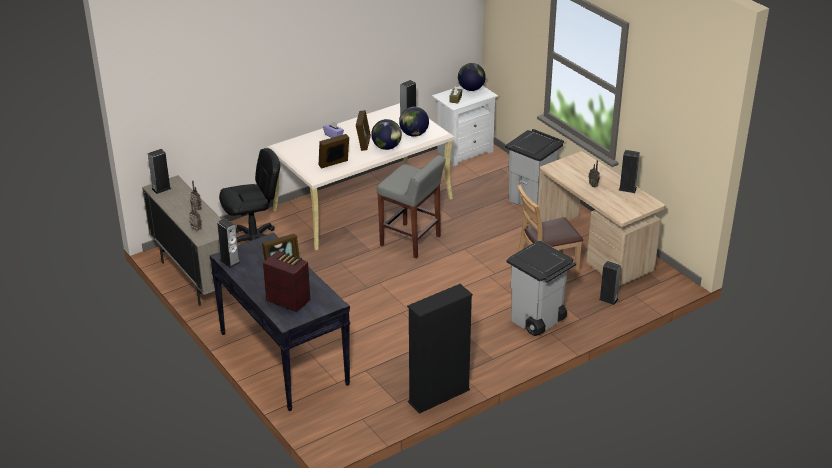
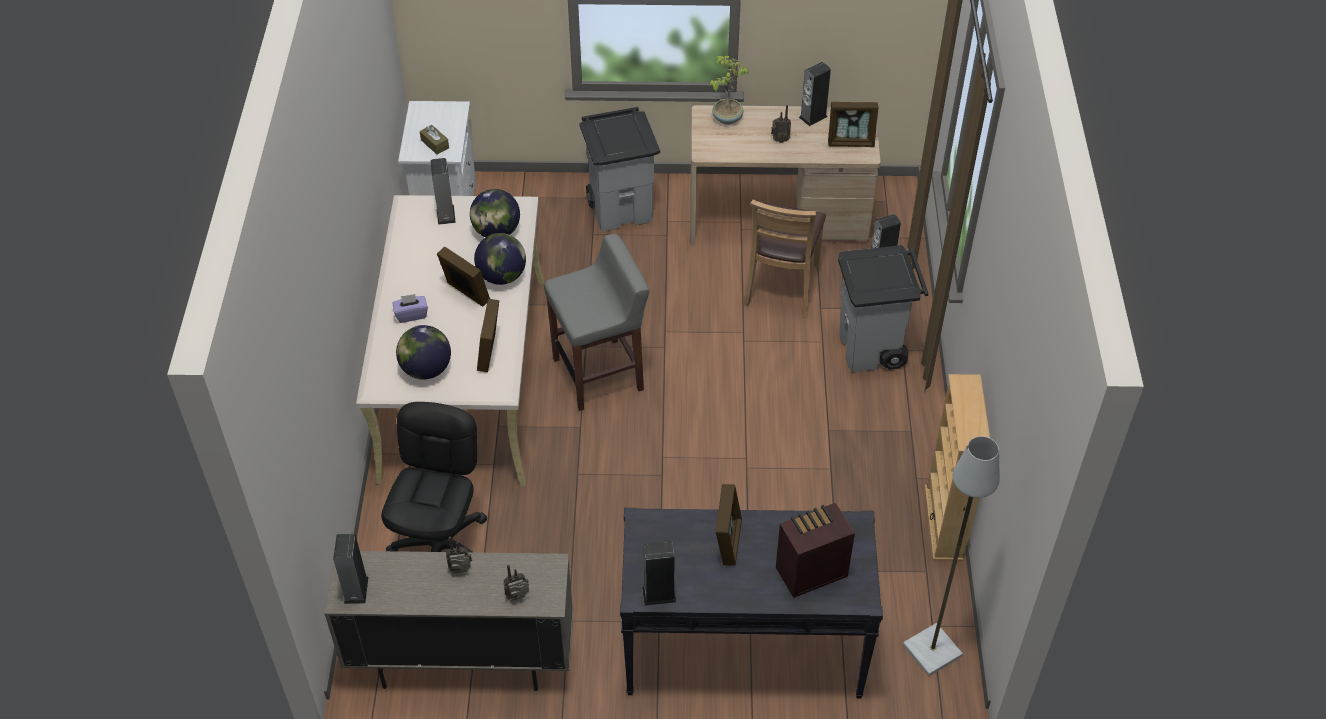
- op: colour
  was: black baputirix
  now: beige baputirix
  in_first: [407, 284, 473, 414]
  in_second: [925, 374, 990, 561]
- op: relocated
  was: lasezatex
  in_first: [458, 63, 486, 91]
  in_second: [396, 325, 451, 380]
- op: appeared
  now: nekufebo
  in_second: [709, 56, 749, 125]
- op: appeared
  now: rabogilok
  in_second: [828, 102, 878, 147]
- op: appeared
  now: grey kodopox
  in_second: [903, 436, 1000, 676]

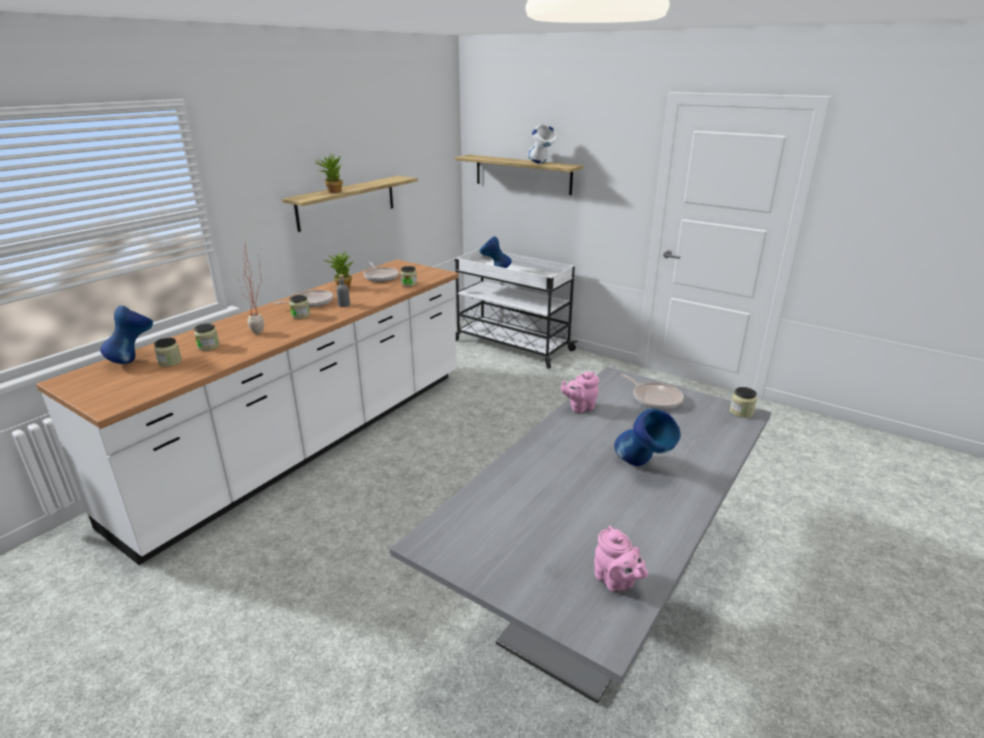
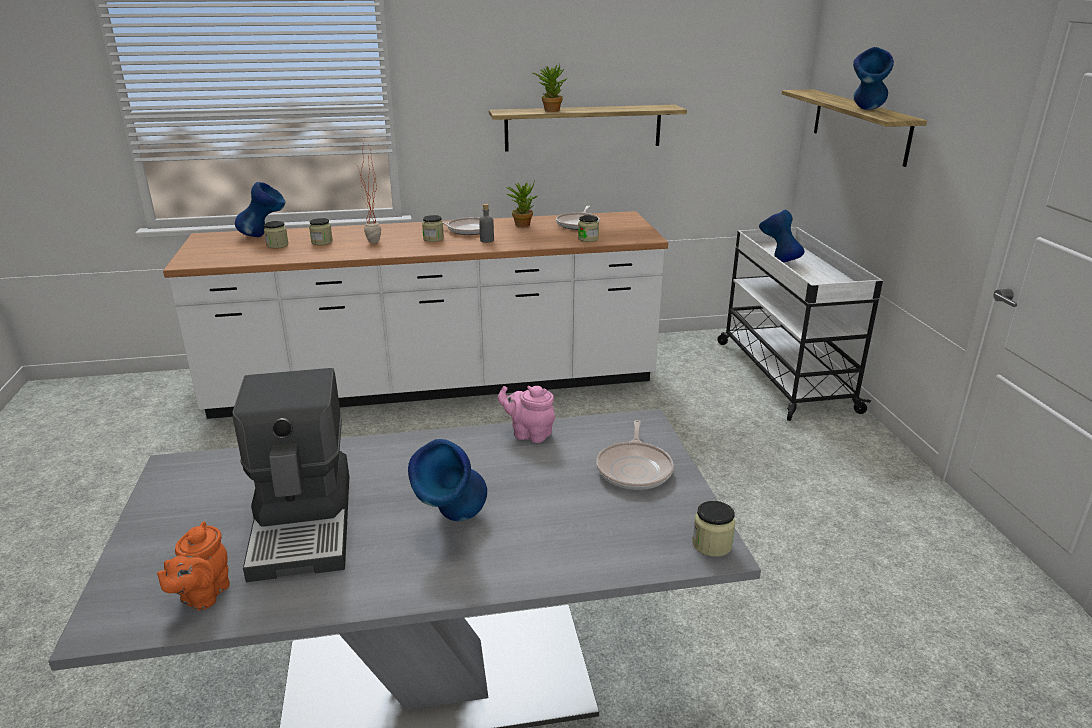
- op: colour
  was: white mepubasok
  now: blue mepubasok
  in_first: [528, 124, 557, 163]
  in_second: [853, 47, 894, 110]
- op: colour
  was: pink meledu
  now: orange meledu
  in_first: [594, 526, 648, 593]
  in_second: [157, 521, 230, 611]
- op: appeared
  now: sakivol
  in_second: [232, 368, 349, 582]

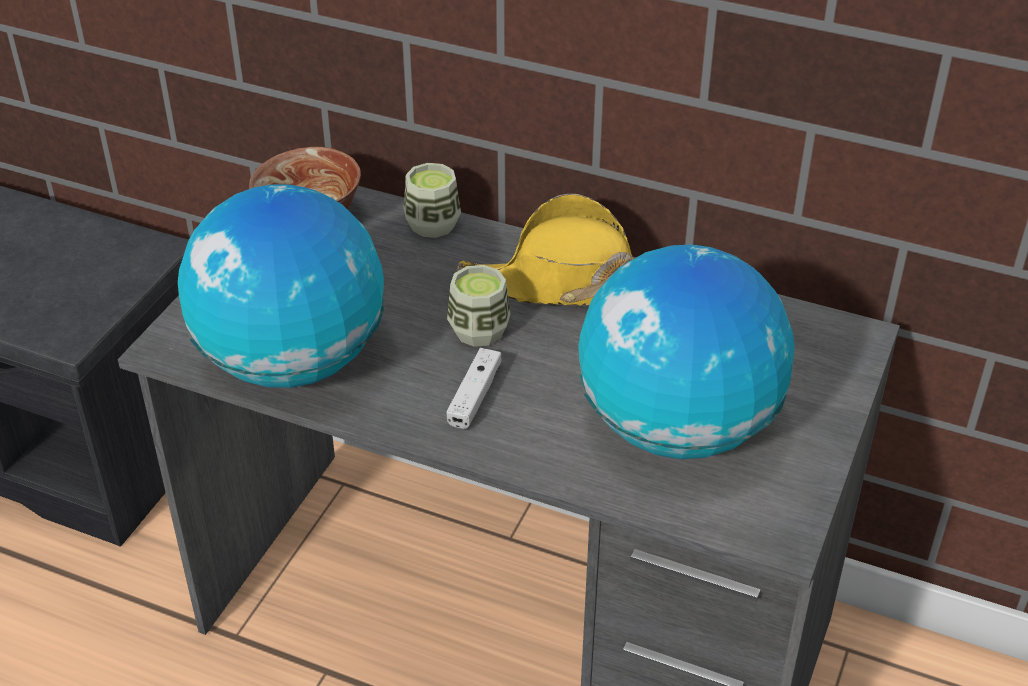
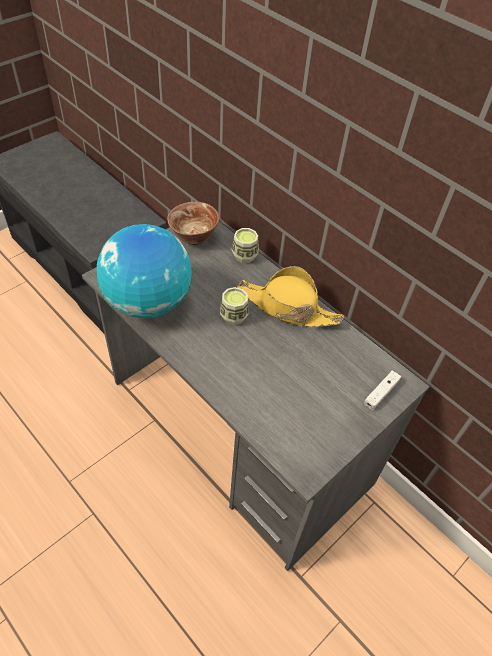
- op: relocated
  was: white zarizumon
  in_first: [446, 348, 502, 429]
  in_second: [364, 370, 401, 410]
- op: missing
  was: lasezatex
  in_first: [578, 244, 795, 459]

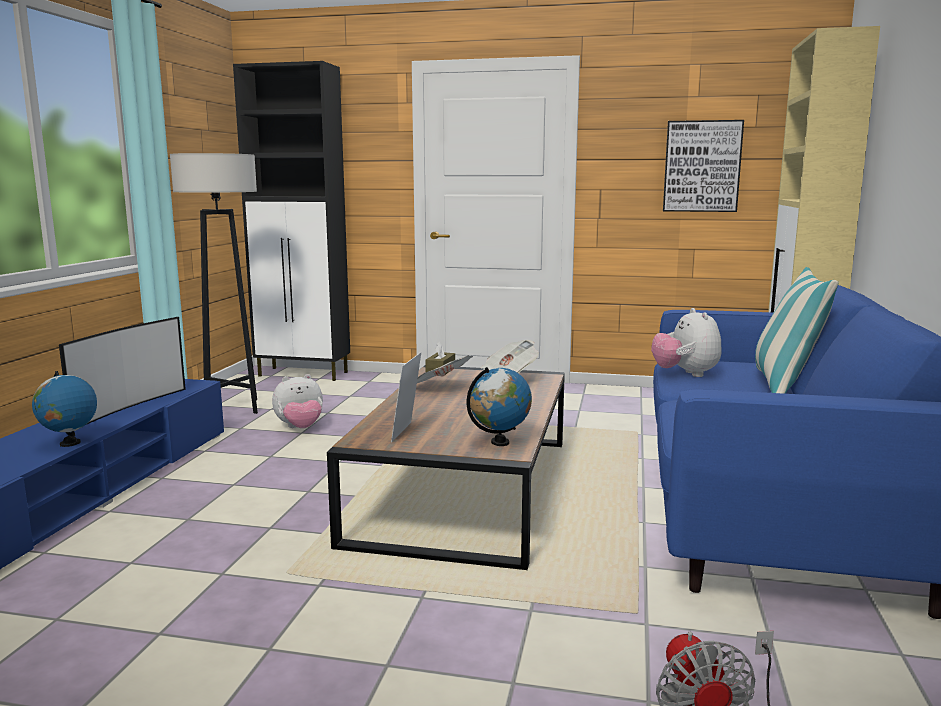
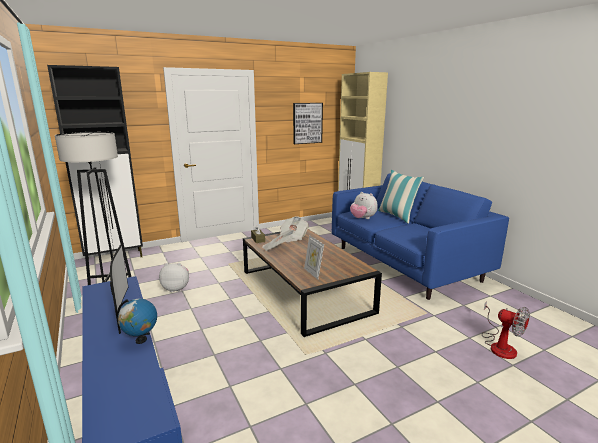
- op: spun
  was: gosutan
  in_first: [272, 374, 323, 428]
  in_second: [159, 263, 189, 292]
  clockwise: -120
- op: missing
  was: lasezatex
  in_first: [467, 367, 532, 446]

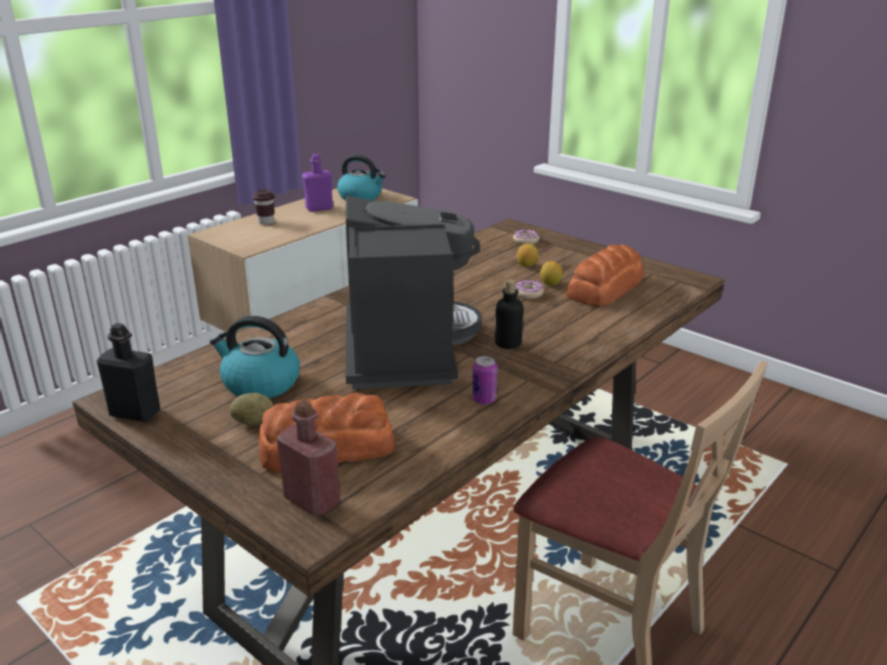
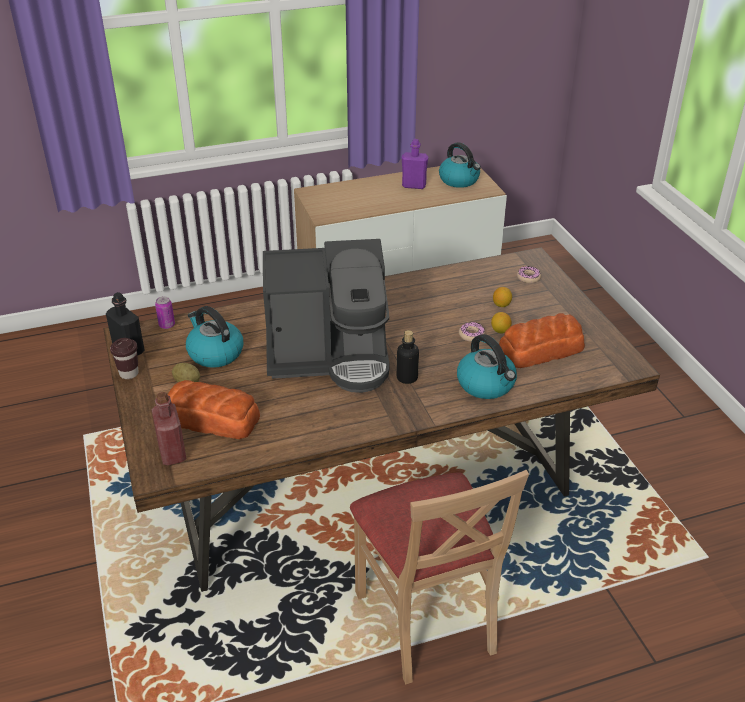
- op: relocated
  was: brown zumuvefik
  in_first: [253, 190, 275, 225]
  in_second: [110, 338, 139, 379]
- op: spun
  was: sakivol
  in_first: [346, 196, 482, 389]
  in_second: [263, 239, 390, 393]
  clockwise: 60
- op: relocated
  was: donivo
  in_first: [472, 356, 497, 405]
  in_second: [155, 296, 175, 329]
- op: appeared
  now: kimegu
  in_second: [457, 334, 517, 399]

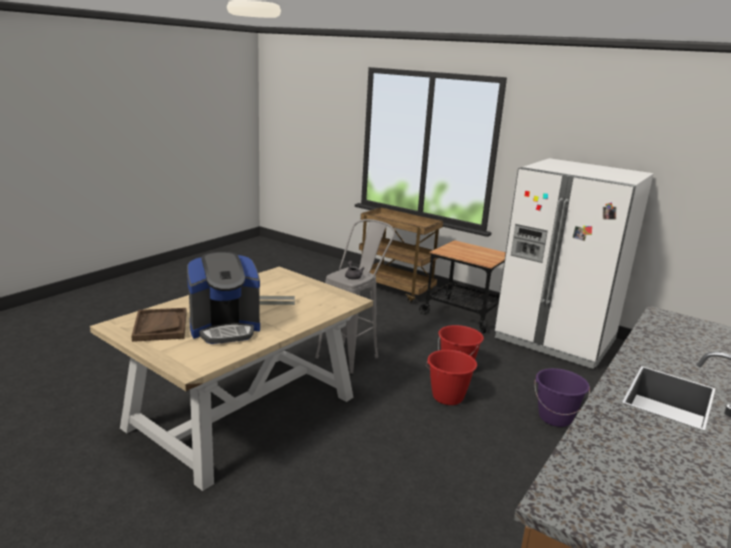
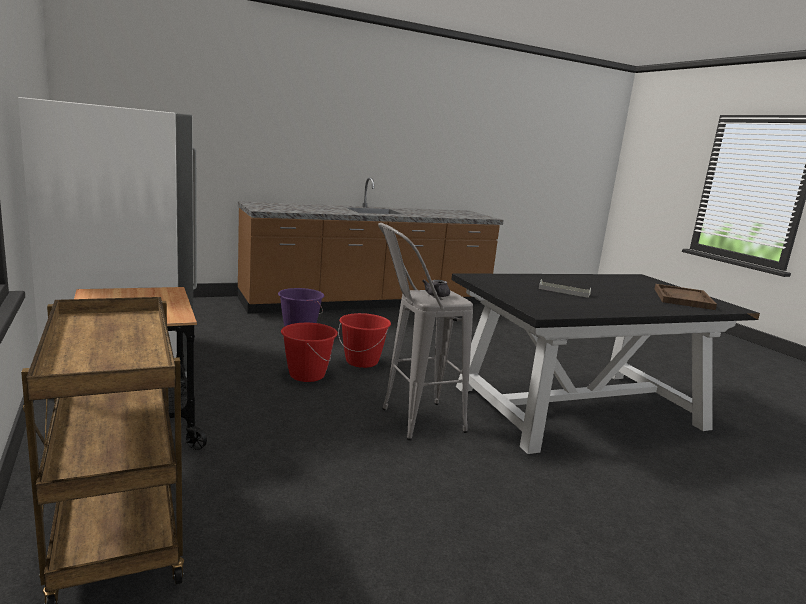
- op: colour
  was: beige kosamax
  now: black kosamax
  in_first: [90, 267, 373, 491]
  in_second: [451, 273, 760, 454]
- op: missing
  was: sakivol
  in_first: [187, 252, 260, 344]

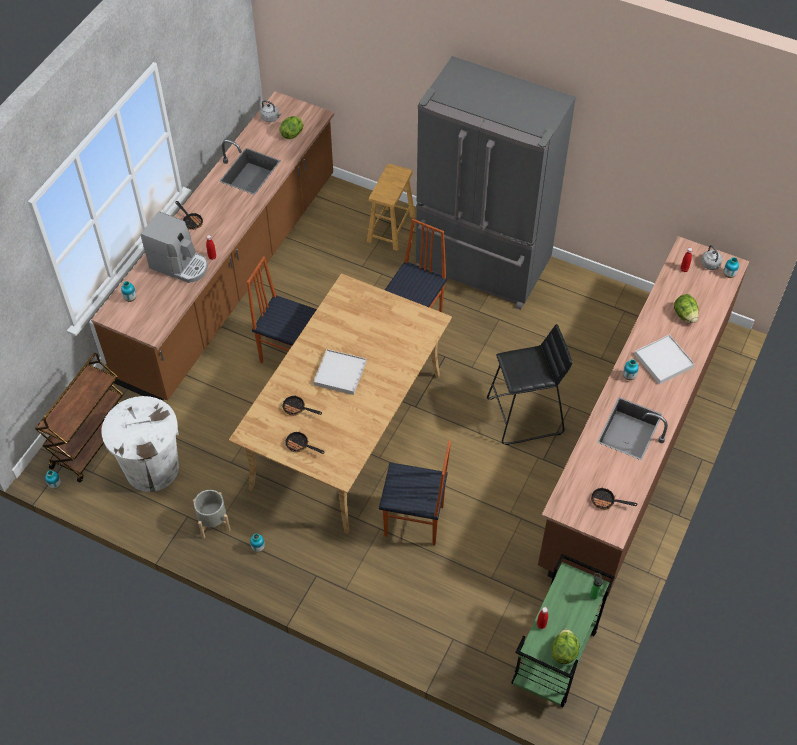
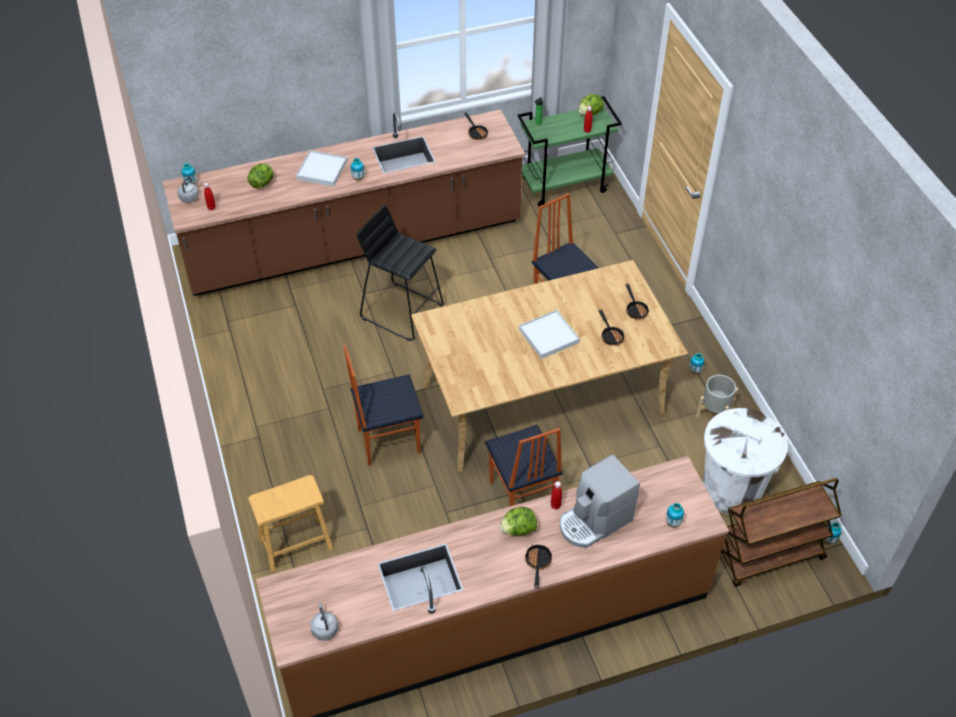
- op: spun
  was: sakivol
  in_first: [141, 211, 208, 283]
  in_second: [560, 454, 640, 548]
  clockwise: -105
- op: relocated
  was: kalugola
  in_first: [279, 116, 303, 139]
  in_second: [500, 507, 537, 535]
- op: missing
  was: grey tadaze
  in_first: [416, 56, 576, 310]

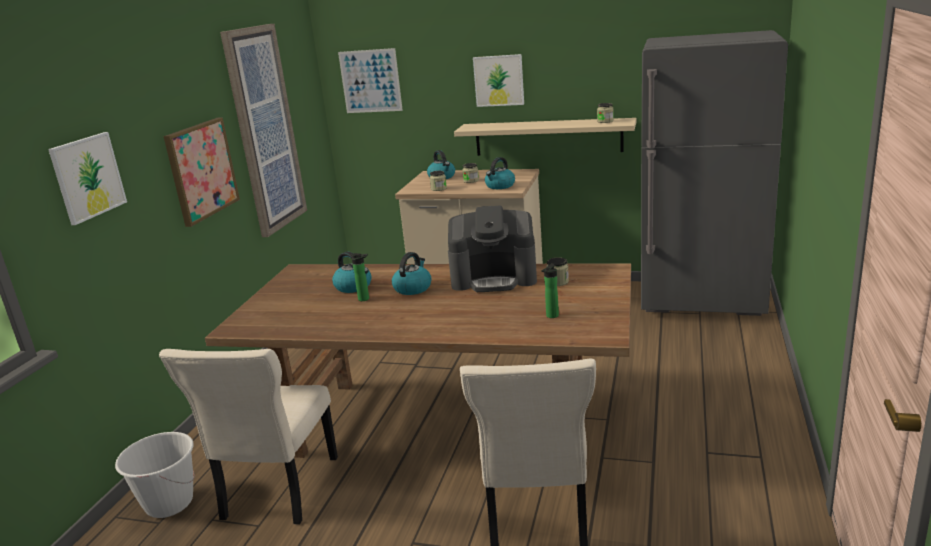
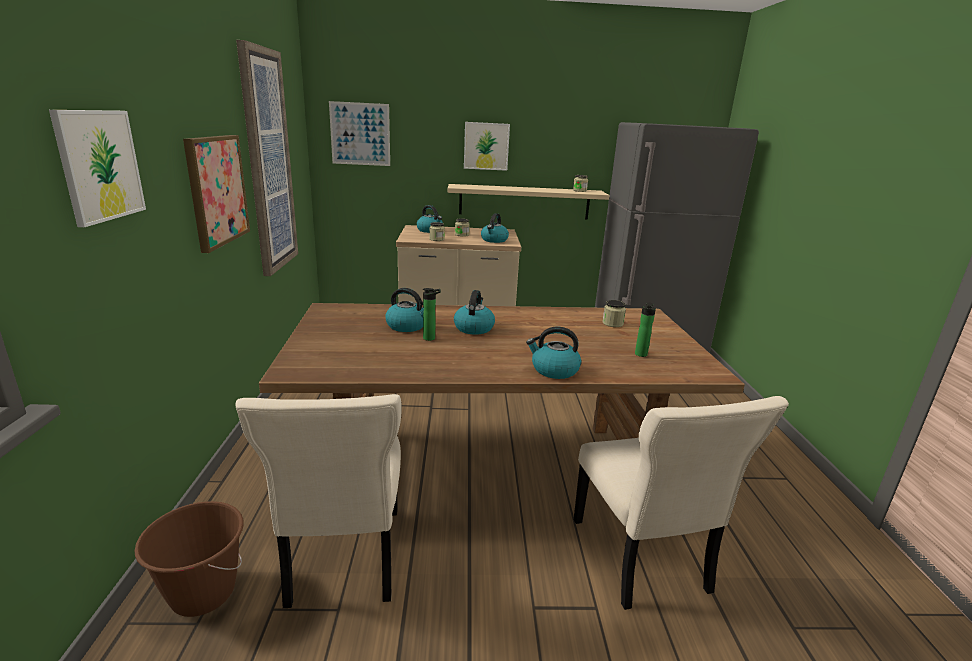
- op: colour
  was: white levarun
  now: brown levarun
  in_first: [115, 432, 195, 518]
  in_second: [135, 501, 244, 617]
- op: missing
  was: sakivol
  in_first: [448, 206, 537, 292]
- op: appeared
  now: kimegu
  in_second: [526, 326, 581, 379]

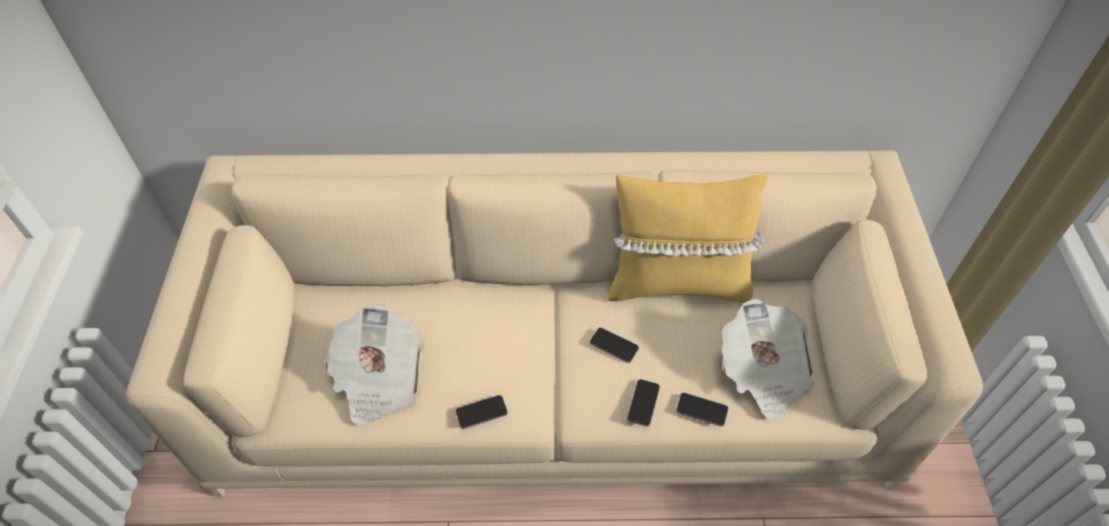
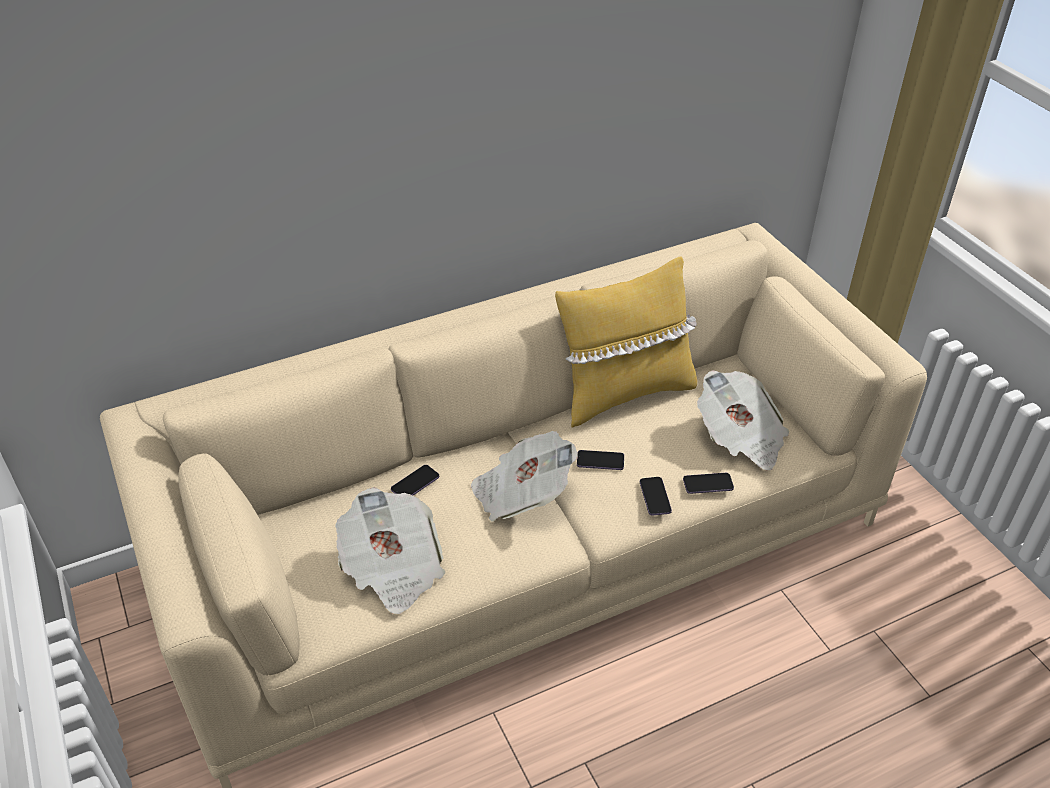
- op: relocated
  was: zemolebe
  in_first: [456, 395, 508, 429]
  in_second: [391, 465, 439, 495]
- op: appeared
  now: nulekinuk
  in_second: [470, 431, 578, 522]

